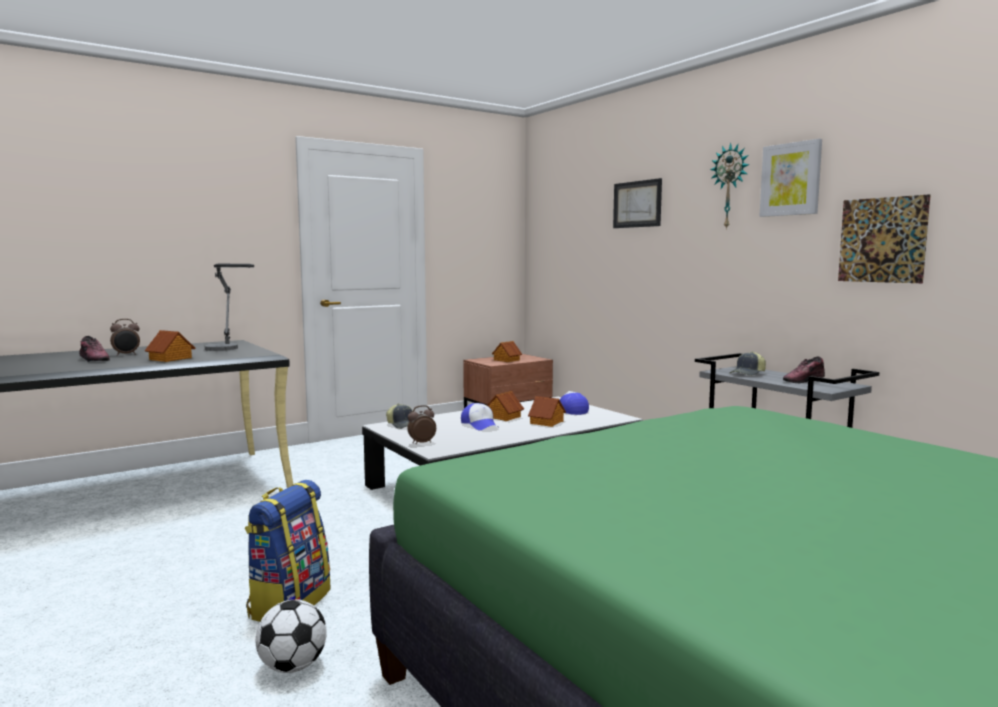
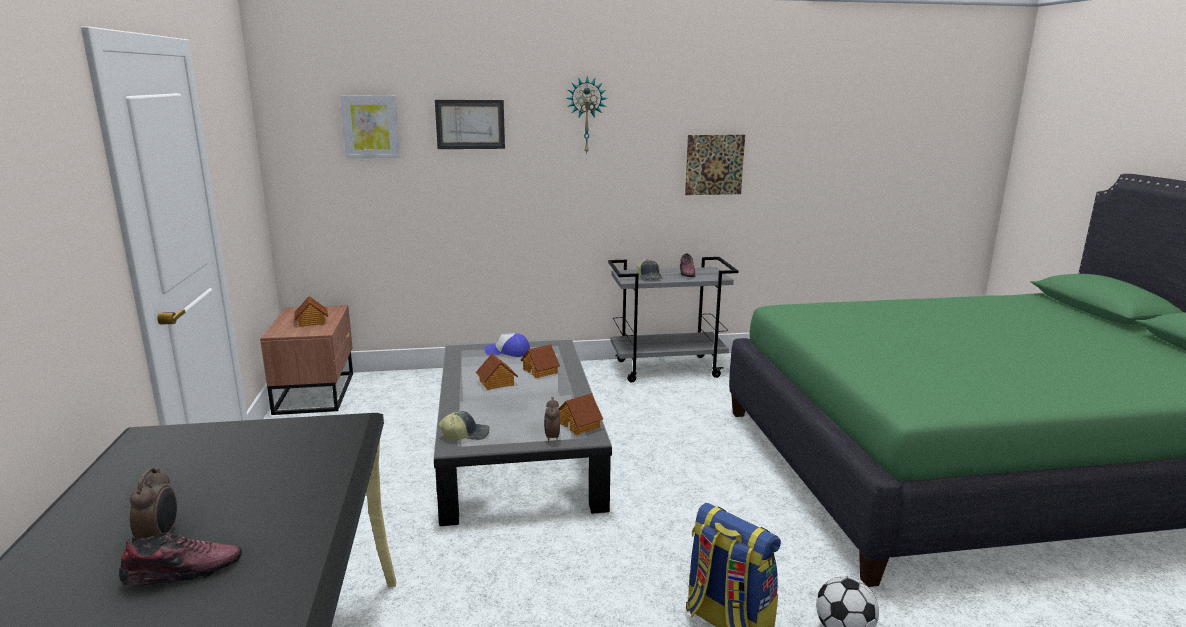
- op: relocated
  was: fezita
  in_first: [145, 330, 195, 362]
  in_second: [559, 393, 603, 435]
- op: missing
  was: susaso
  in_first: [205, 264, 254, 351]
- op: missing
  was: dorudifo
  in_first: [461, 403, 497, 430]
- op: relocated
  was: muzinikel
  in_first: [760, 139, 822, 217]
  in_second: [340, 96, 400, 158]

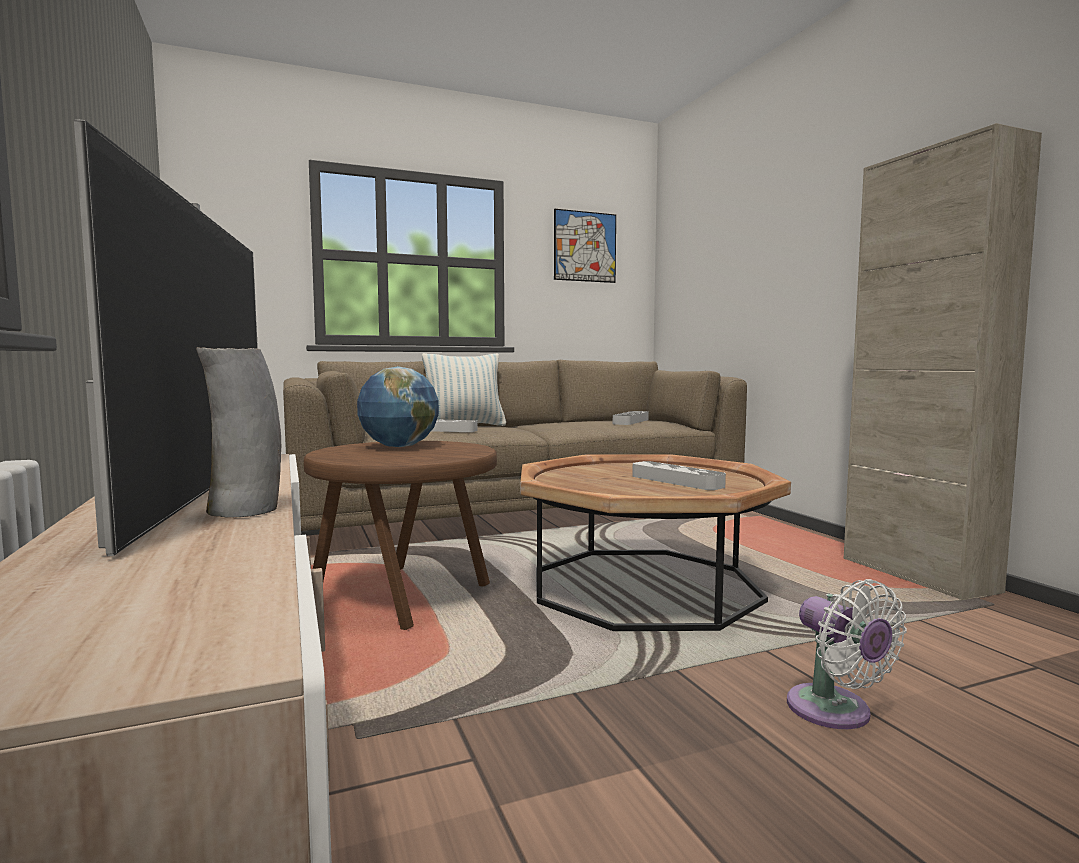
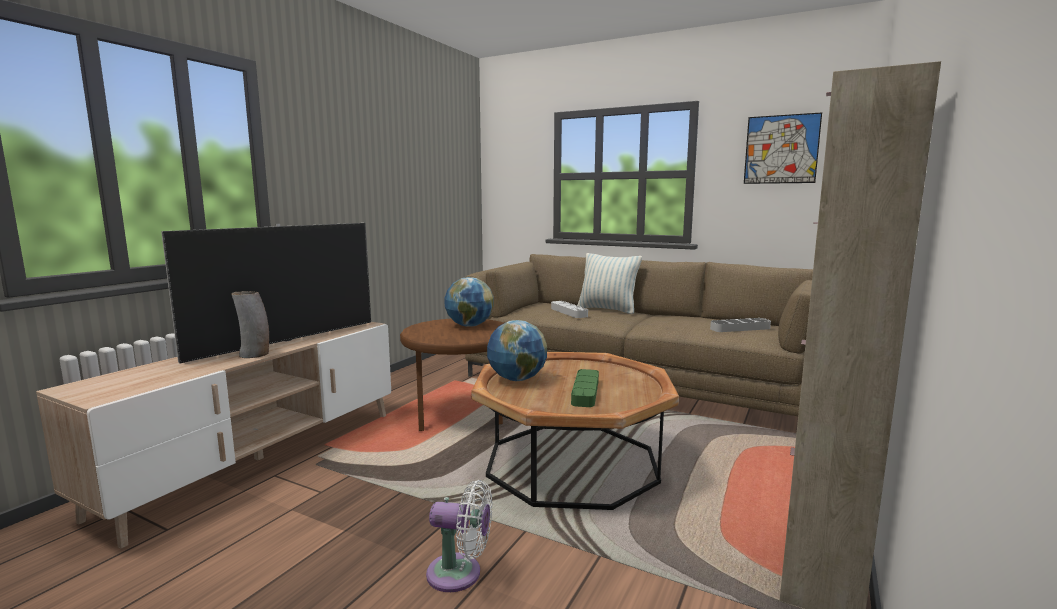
- op: colour
  was: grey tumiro
  now: green tumiro
  in_first: [632, 461, 726, 490]
  in_second: [571, 369, 599, 407]
- op: spun
  was: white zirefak
  in_first: [787, 579, 907, 729]
  in_second: [426, 480, 492, 592]
  clockwise: -105
- op: appeared
  now: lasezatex
  in_second: [487, 320, 547, 381]

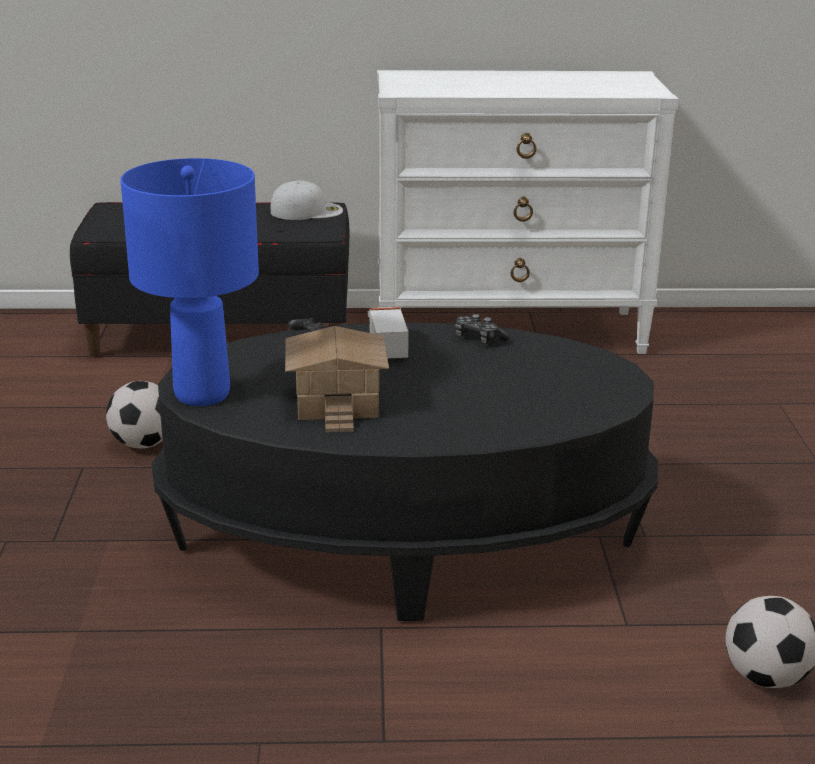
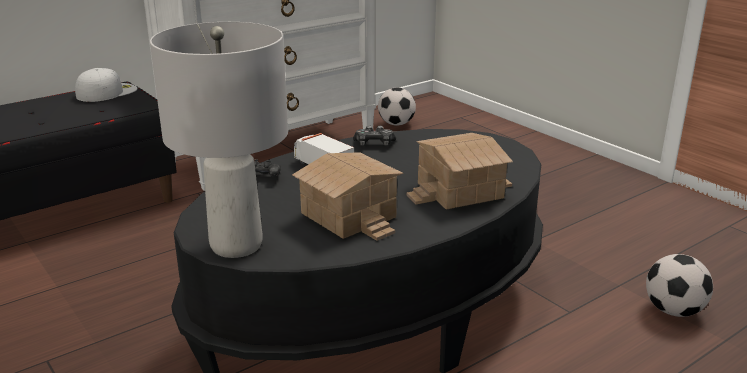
- op: relocated
  was: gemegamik
  in_first: [106, 381, 163, 448]
  in_second: [378, 87, 416, 126]
- op: colour
  was: blue susaso
  now: grey susaso
  in_first: [121, 158, 259, 406]
  in_second: [150, 22, 288, 258]
- op: appeared
  now: fezita
  in_second: [407, 133, 513, 209]

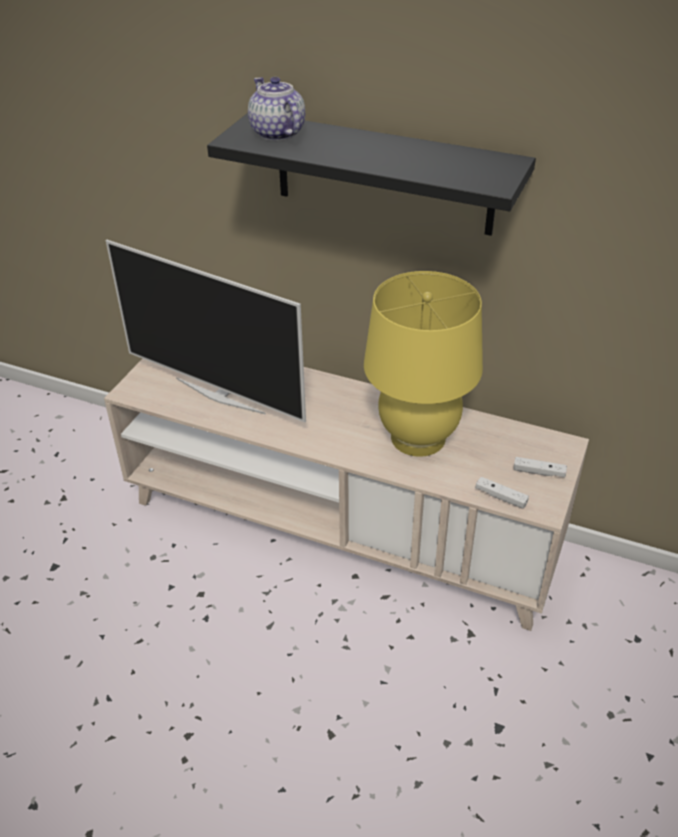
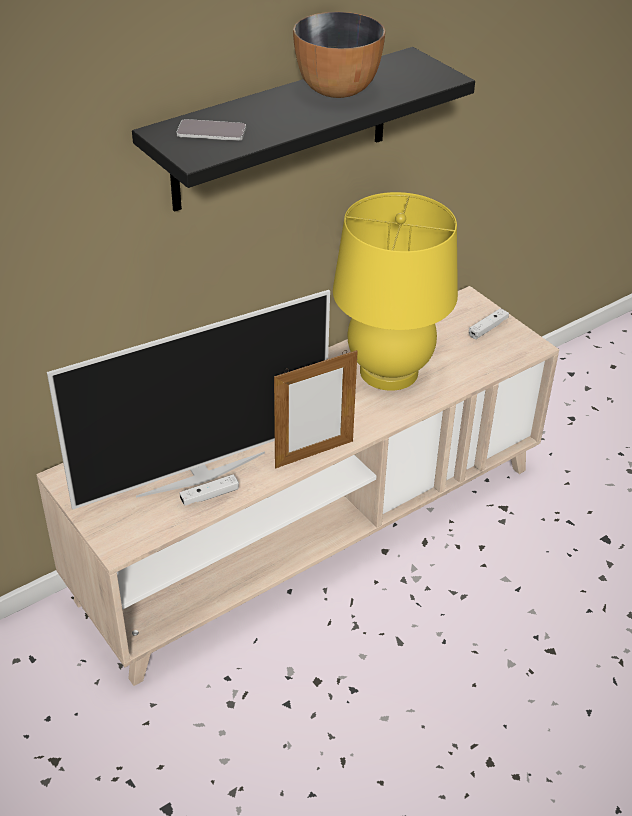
- op: exchanged
  was: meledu
  now: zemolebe
  in_first: [248, 77, 305, 141]
  in_second: [177, 119, 246, 141]
- op: relocated
  was: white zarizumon
  in_first: [475, 477, 529, 509]
  in_second: [180, 474, 239, 506]
- op: appeared
  now: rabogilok
  in_second: [274, 350, 358, 468]
- op: appeared
  now: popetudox
  in_second: [293, 12, 385, 98]

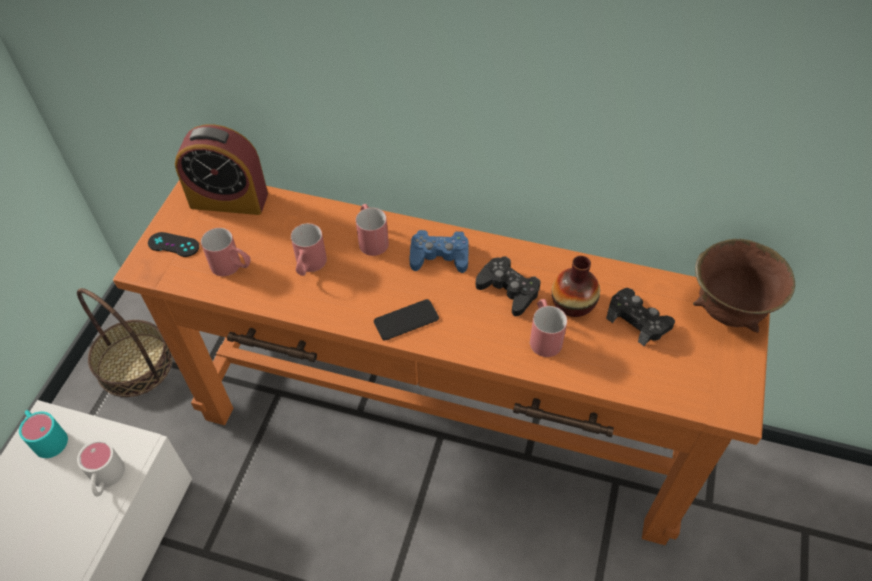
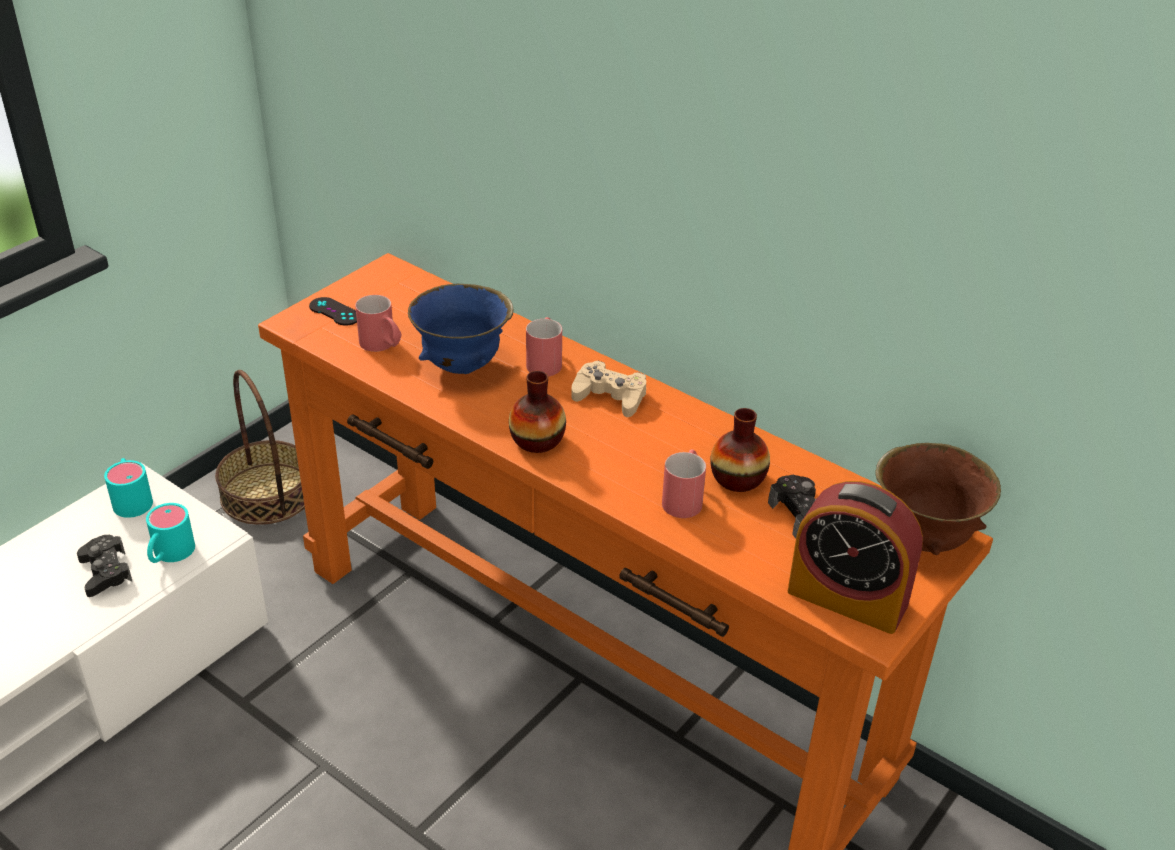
- op: colour
  was: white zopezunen
  now: turquoise zopezunen
  in_first: [77, 440, 125, 496]
  in_second: [146, 503, 195, 563]
- op: relocated
  was: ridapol
  in_first: [175, 124, 268, 215]
  in_second: [788, 481, 923, 634]
- op: exchanged
  was: red zopezunen
  now: blue popetudox
  in_first: [291, 223, 327, 276]
  in_second: [408, 284, 513, 374]
- op: exchanged
  was: zemolebe
  now: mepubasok
  in_first: [374, 299, 439, 340]
  in_second: [509, 371, 566, 453]
- op: colour
  was: blue zarizumon
  now: beige zarizumon
  in_first: [409, 230, 469, 273]
  in_second: [571, 361, 646, 417]
- op: relocated
  was: black zarizumon
  in_first: [476, 256, 541, 316]
  in_second: [77, 535, 133, 597]

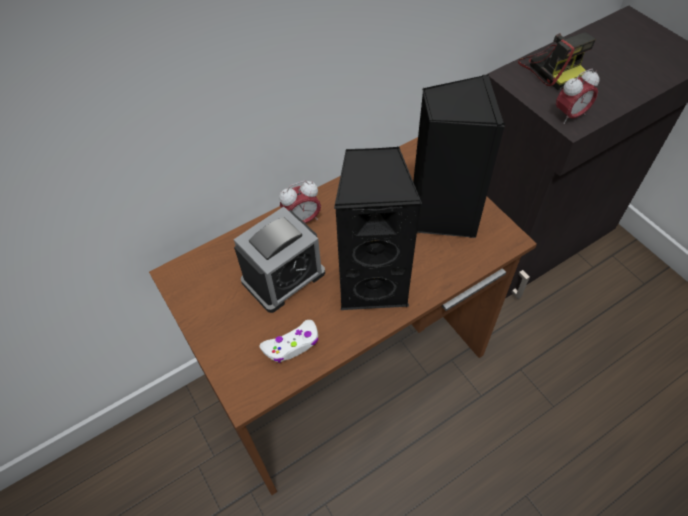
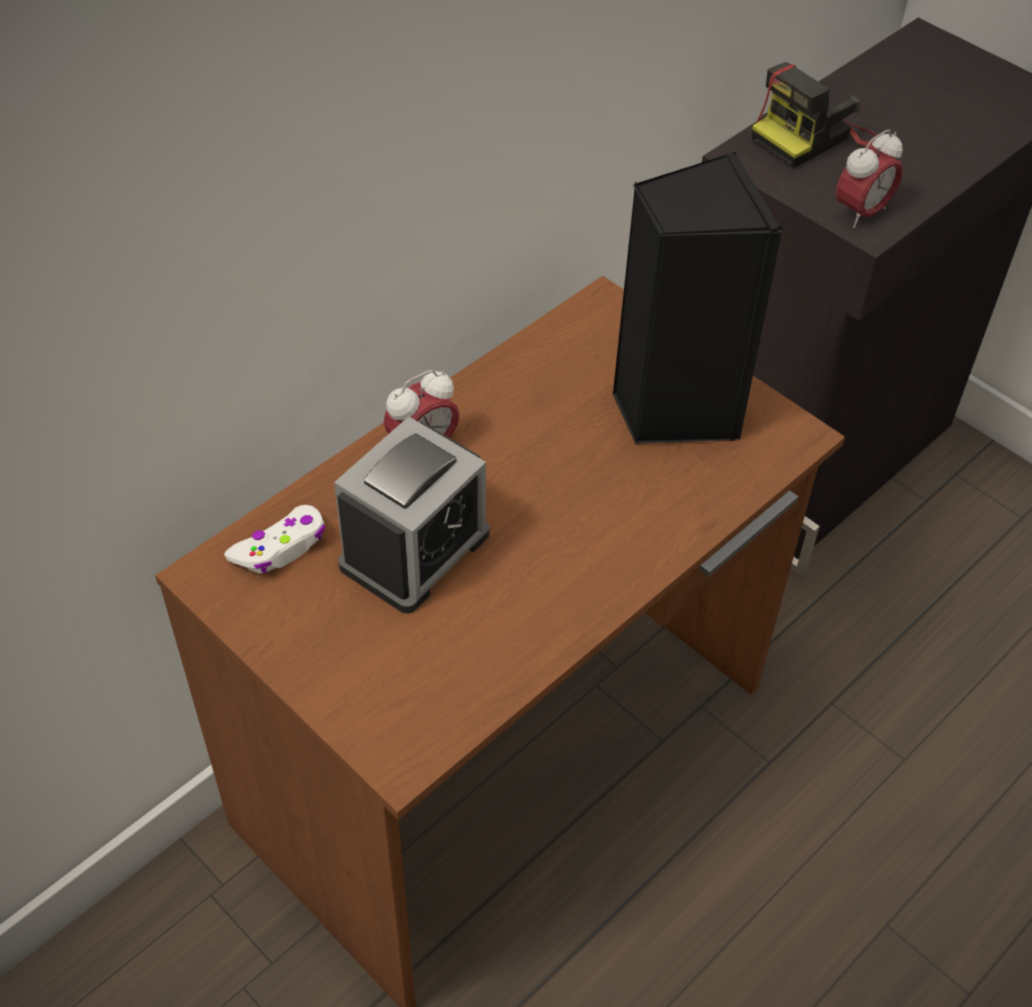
- op: relocated
  was: white zarizumon
  in_first: [259, 320, 318, 363]
  in_second: [224, 505, 325, 573]
- op: missing
  was: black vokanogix
  in_first: [334, 147, 422, 311]
- op: spun
  was: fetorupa
  in_first: [518, 32, 596, 90]
  in_second: [752, 62, 877, 167]
  clockwise: 90

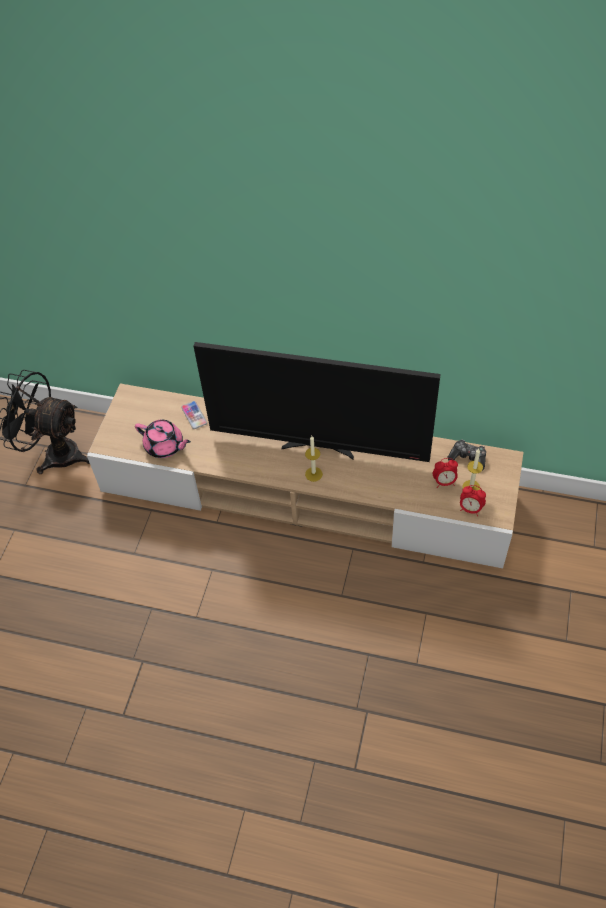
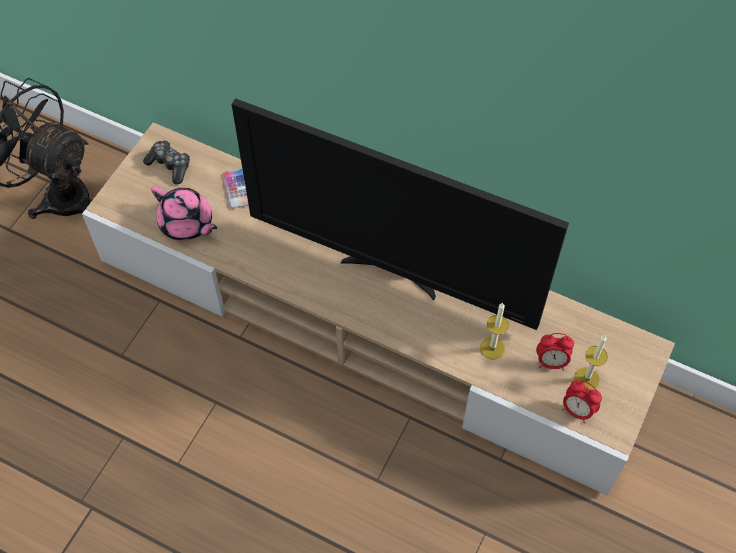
- op: relocated
  was: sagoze
  in_first: [305, 436, 323, 482]
  in_second: [480, 303, 509, 360]
- op: relocated
  was: zarizumon
  in_first: [448, 439, 486, 470]
  in_second: [143, 140, 190, 185]

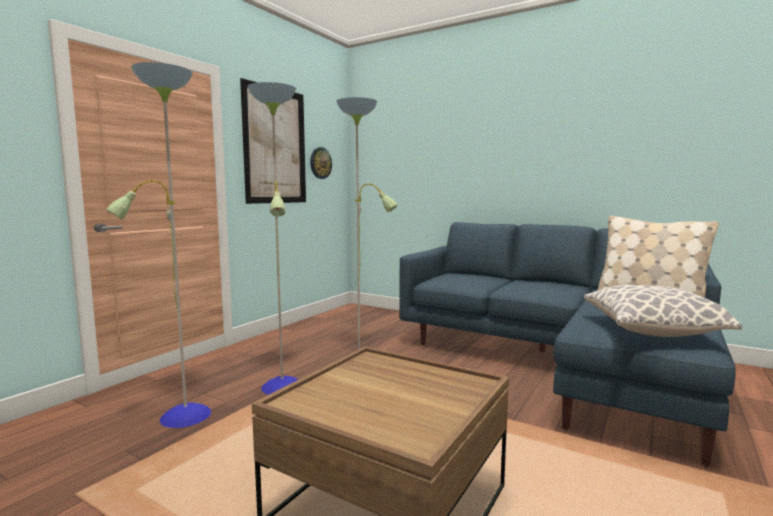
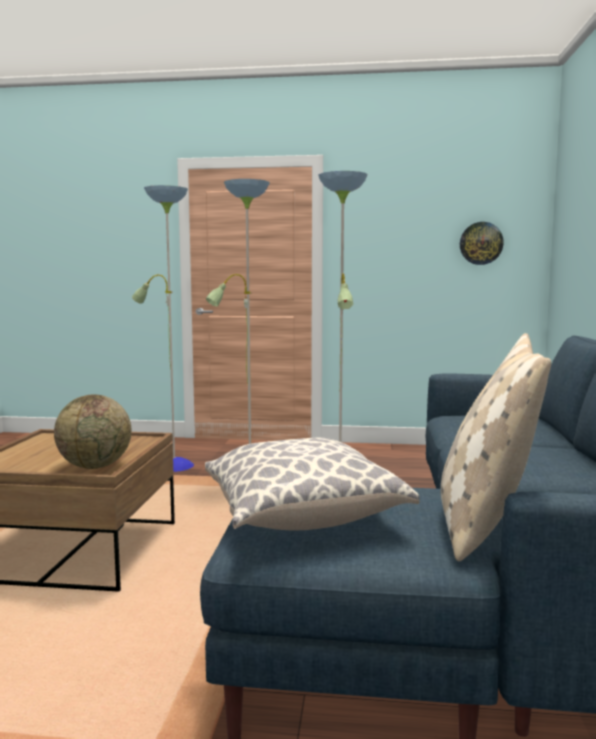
- op: missing
  was: muzinikel
  in_first: [240, 78, 306, 204]
- op: appeared
  now: lasezatex
  in_second: [54, 394, 132, 469]

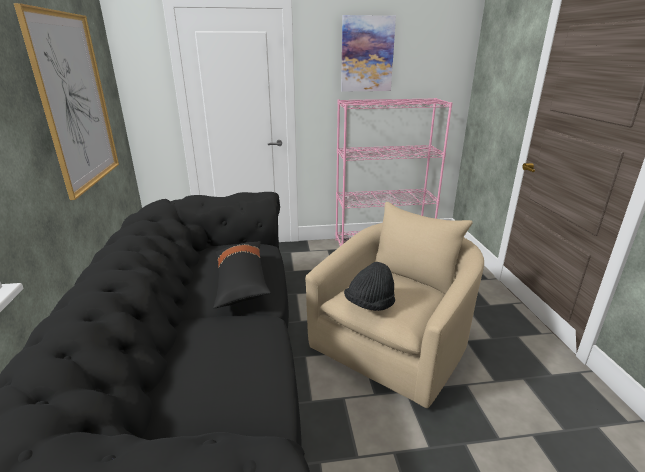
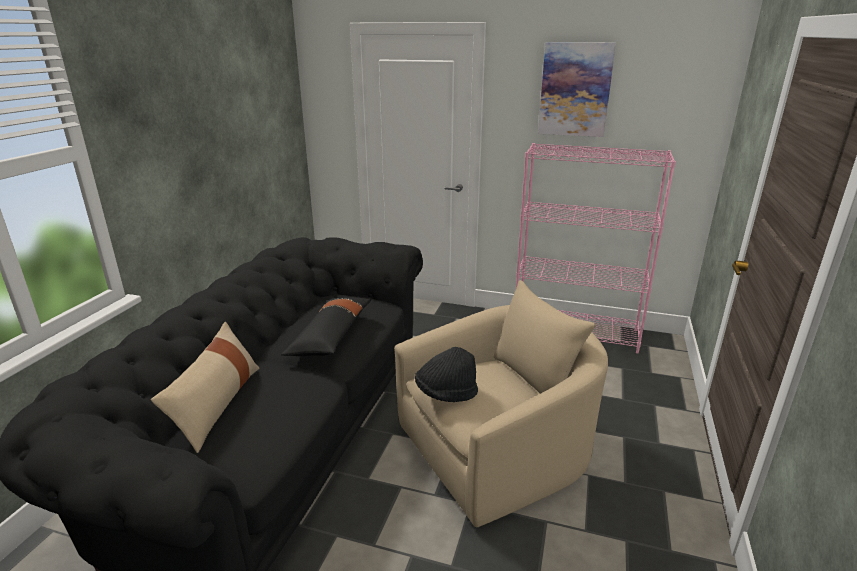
- op: missing
  was: muzinikel
  in_first: [14, 3, 119, 200]
- op: appeared
  now: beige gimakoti
  in_second: [151, 322, 259, 453]

